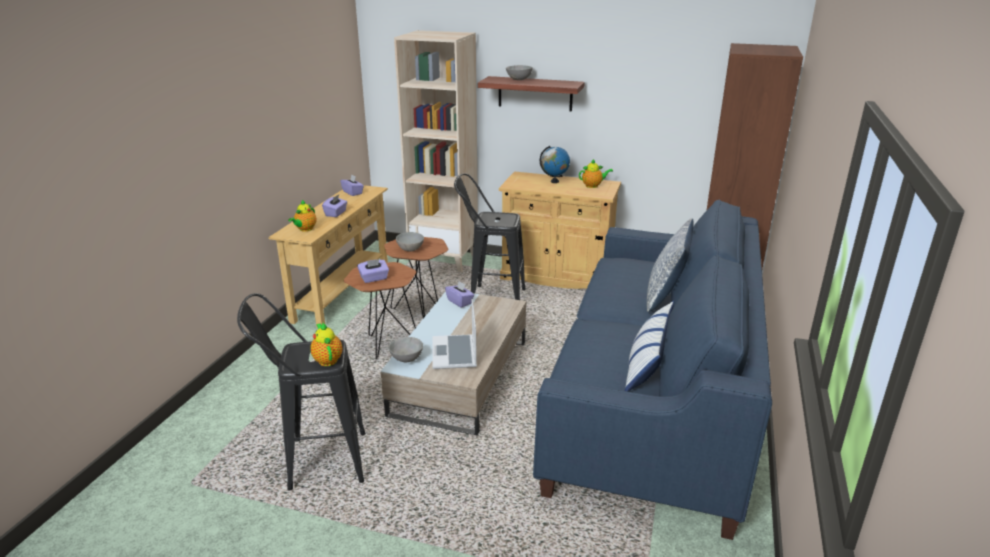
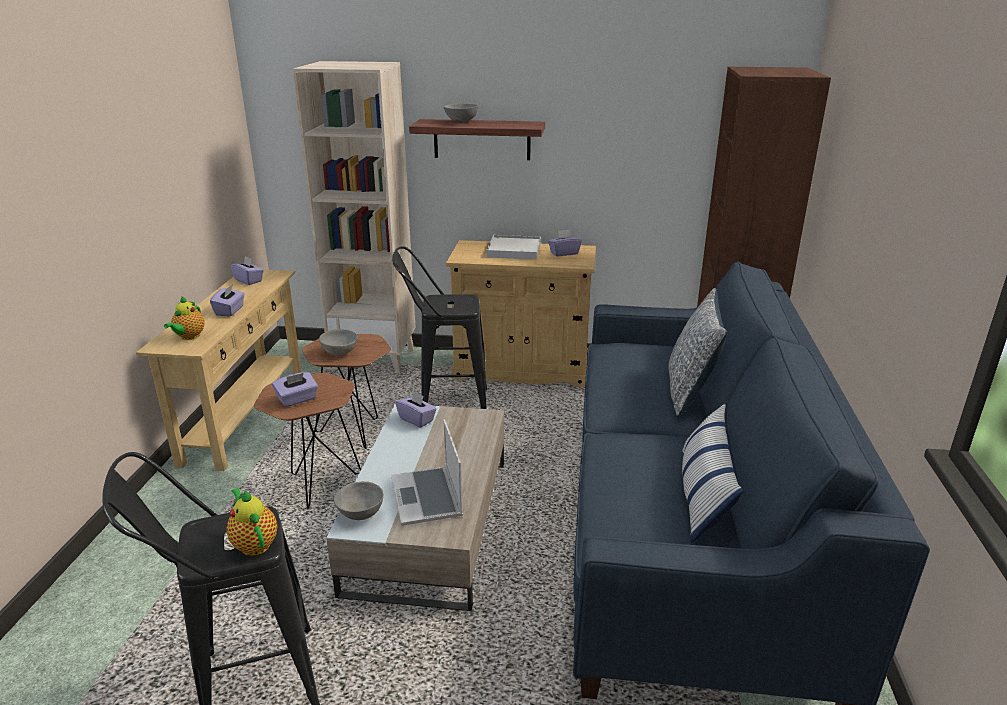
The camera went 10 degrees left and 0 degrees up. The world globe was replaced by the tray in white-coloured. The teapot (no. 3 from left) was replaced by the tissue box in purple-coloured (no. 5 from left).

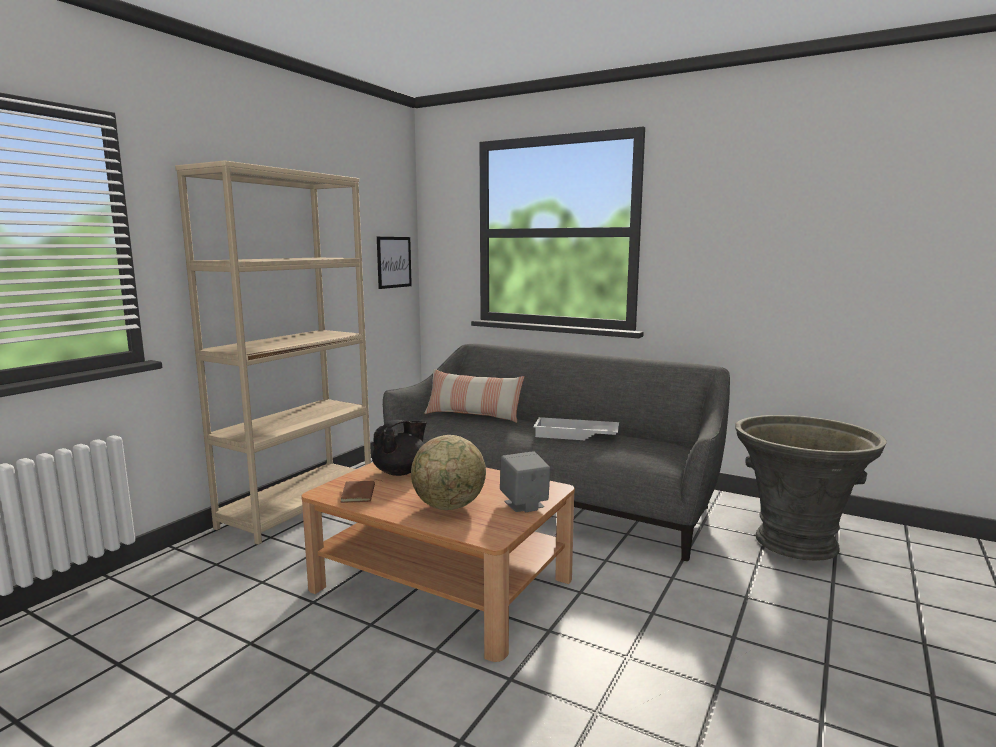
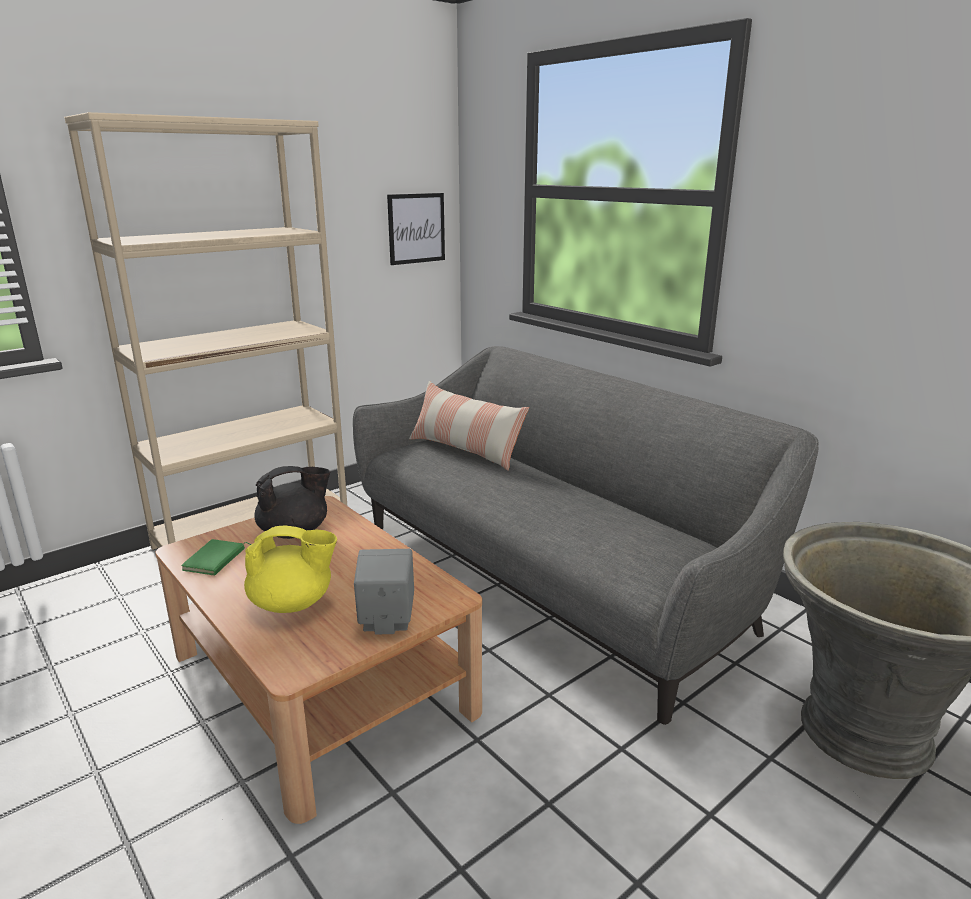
The camera went 20 degrees right and 10 degrees up. The tray in white-coloured disappeared. The world globe was replaced by the teapot in yellow. The book in brownish became the book in green-coloured.

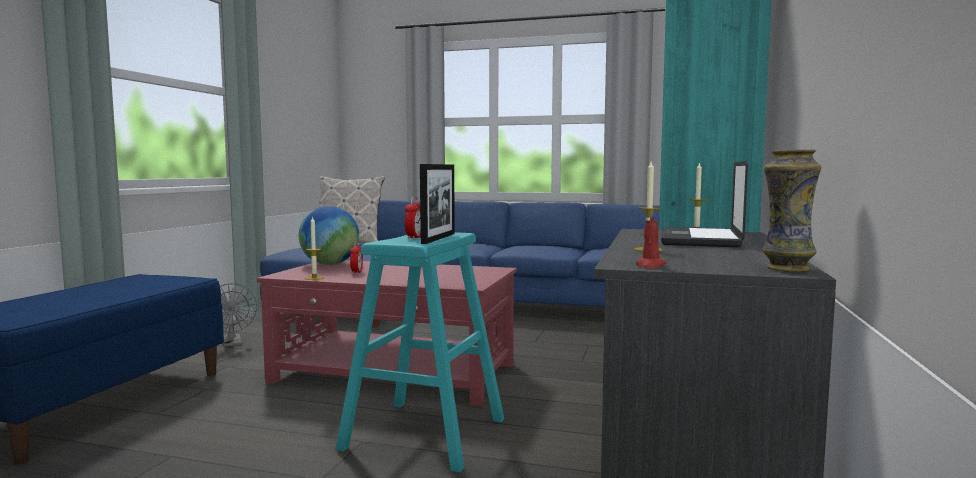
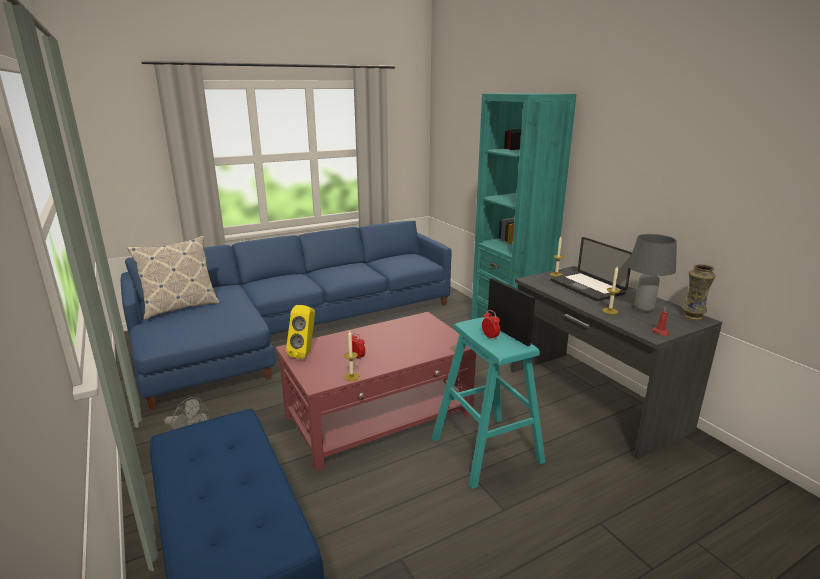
The camera went 45 degrees left and 15 degrees up. The table lamp in greyish appeared. The world globe was replaced by the speaker in yellow.

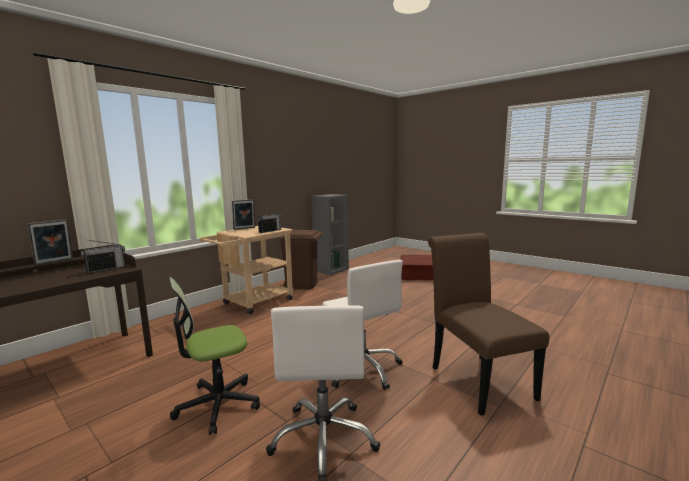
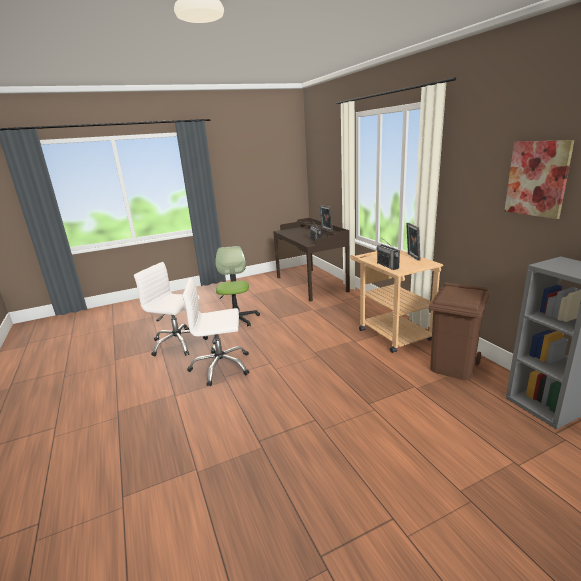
The camera went 115 degrees right and 10 degrees up. The storage bin in brownish disappeared. The upright chair in brownish disappeared. The picture appeared.

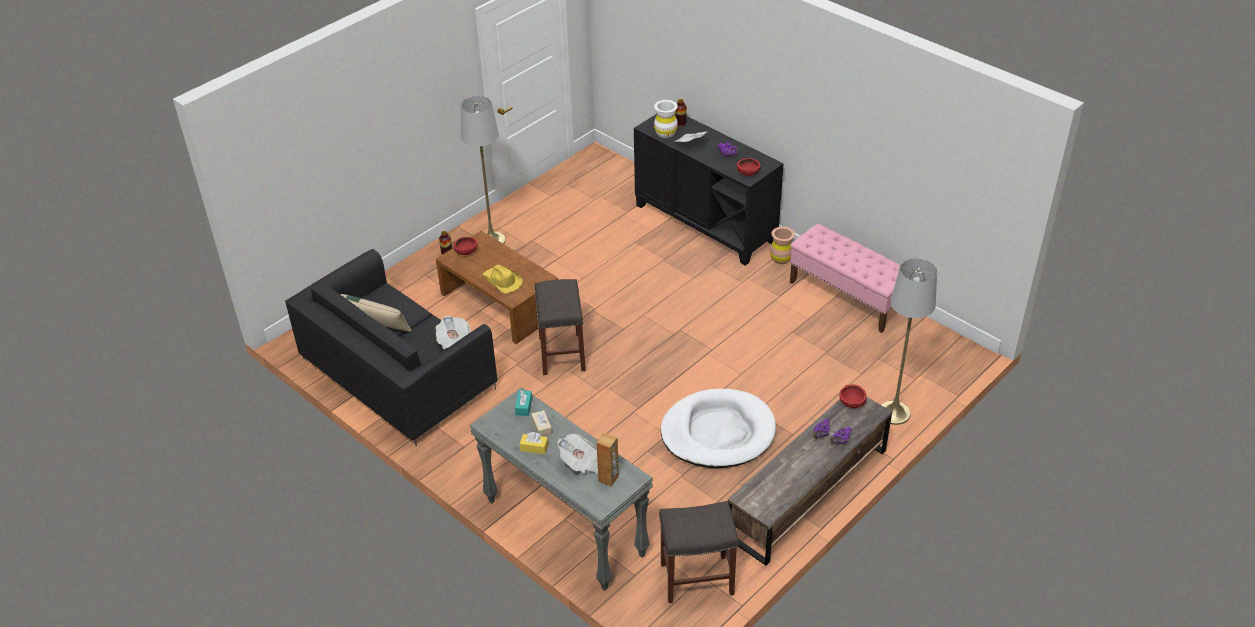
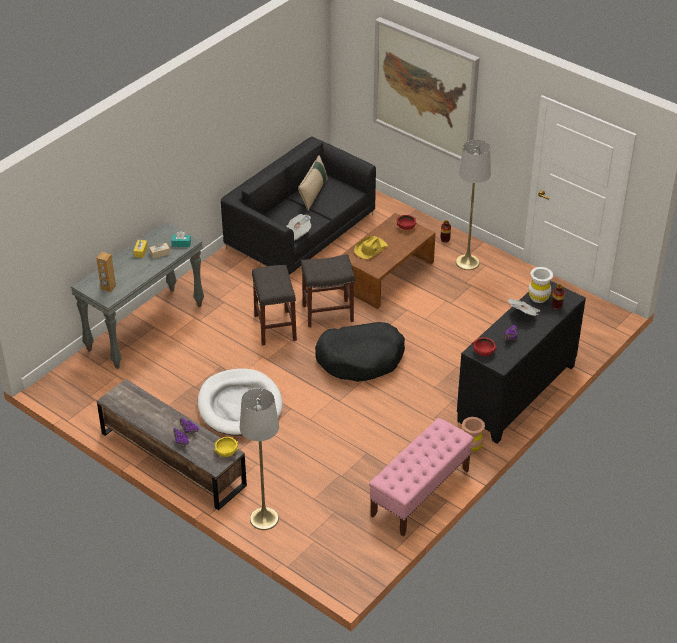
The camera went 85 degrees right and 0 degrees up. The printed paper (no. 2 from left) disappeared. The dog cushion in blackish appeared. The picture appeared. The stool in greyish (no. 2 from left in the first image) moved. The serving bowl in red (no. 3 from left) became the serving bowl in yellow.

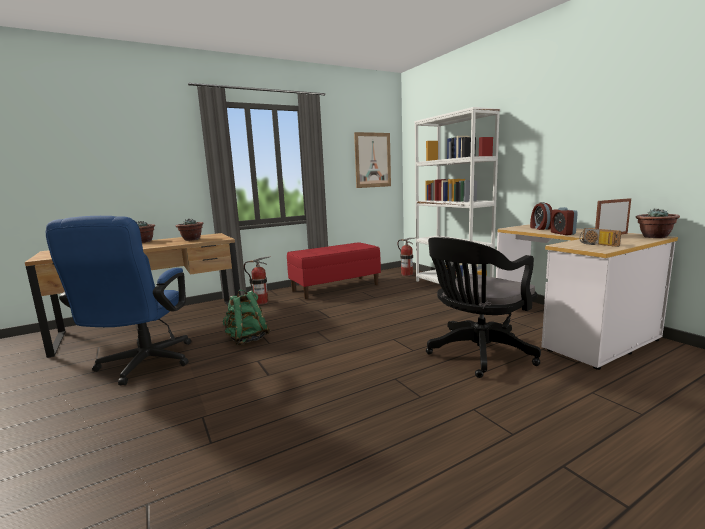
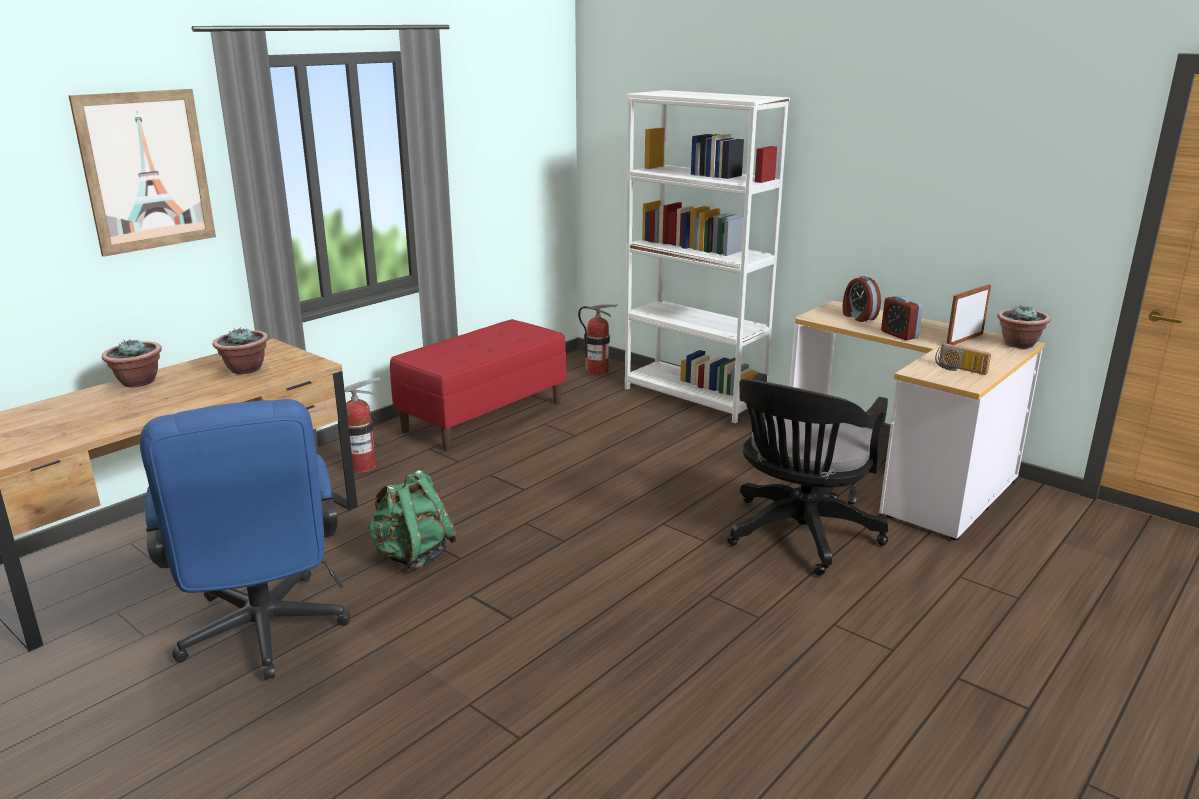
The camera went 20 degrees left and 10 degrees up. The picture moved.

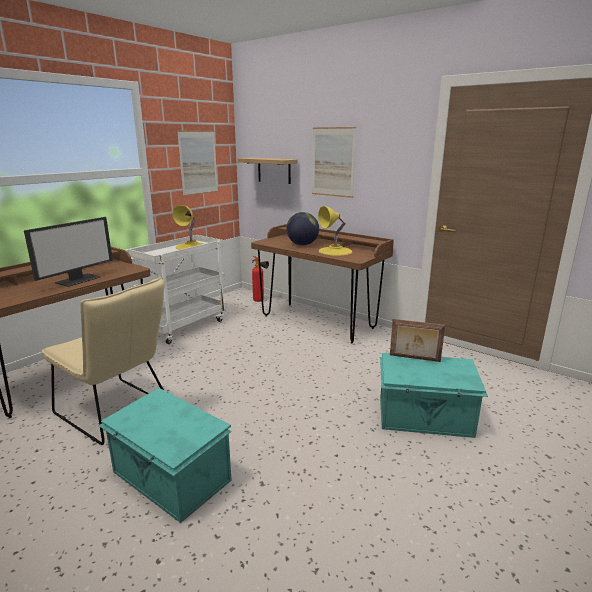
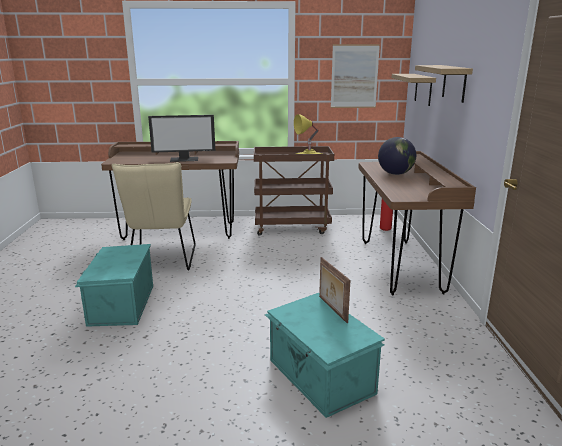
The camera went 50 degrees right and 0 degrees up. The table lamp in yellow (no. 2 from left) disappeared. The picture (no. 2 from left) was replaced by the wall shelf (no. 2 from left). The wheeled cart in white-coloured became the wheeled cart in brownish.

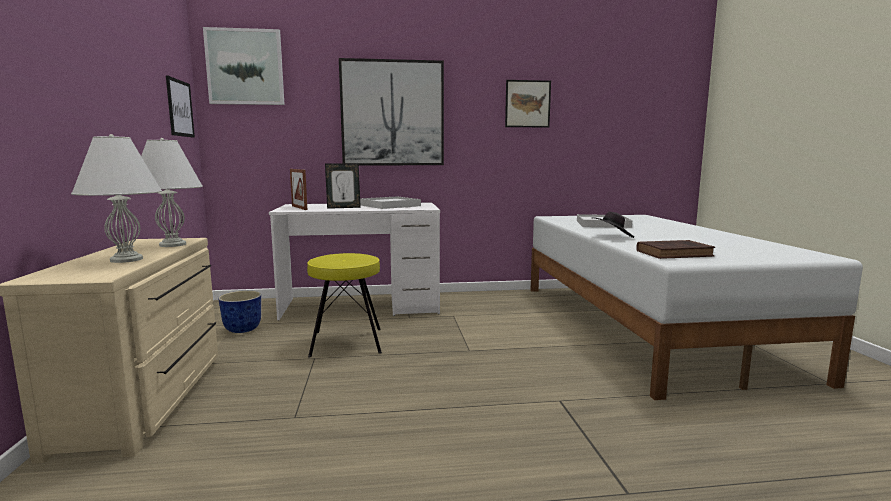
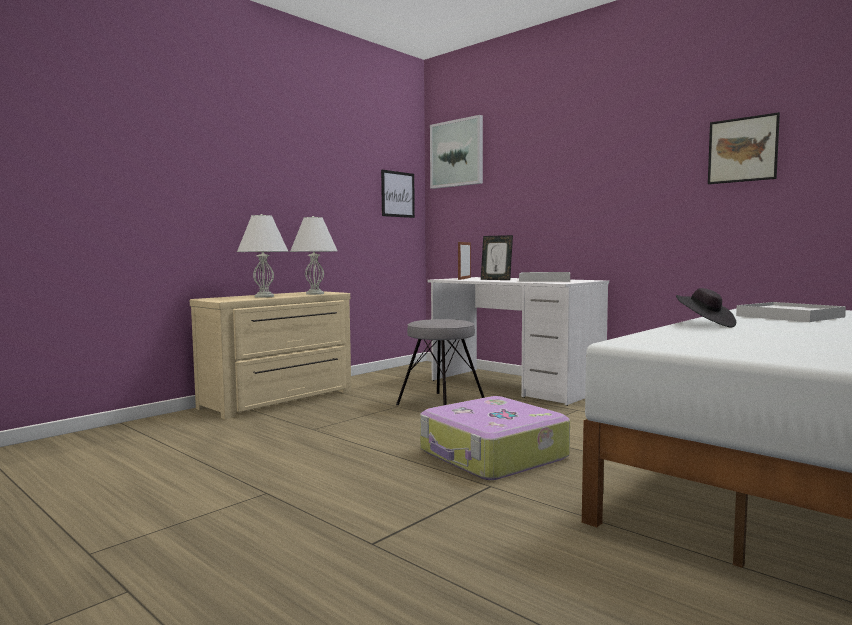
The camera went 50 degrees right and 5 degrees down. The plant pot disappeared. The picture (no. 3 from left) disappeared. The book in brownish disappeared. The travel case appeared. The stool in yellow became the stool in greyish.

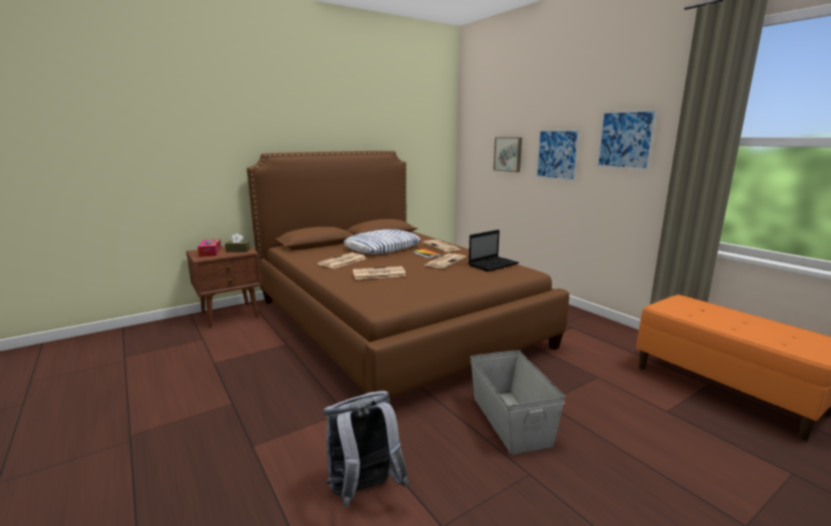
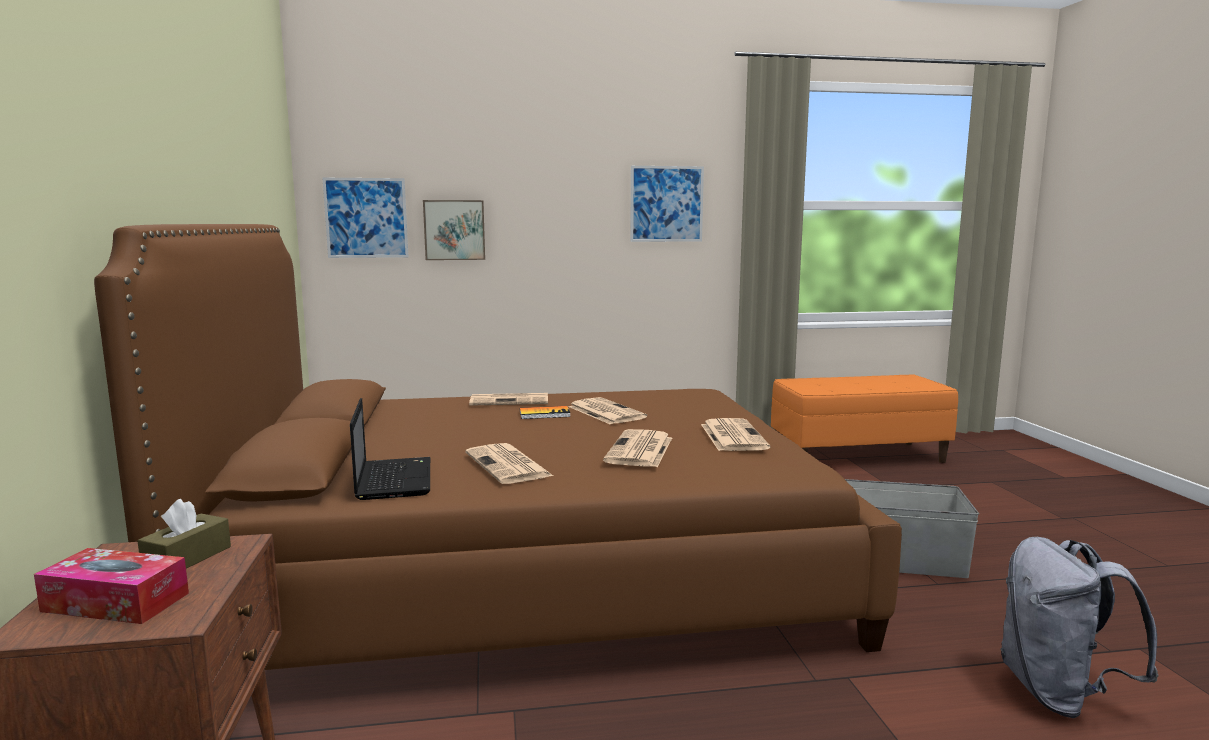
The camera went 65 degrees left and 5 degrees down. The cushion disappeared. The printed paper (no. 5 from left) appeared. The portable computer moved. The picture (no. 2 from left in the first image) moved.

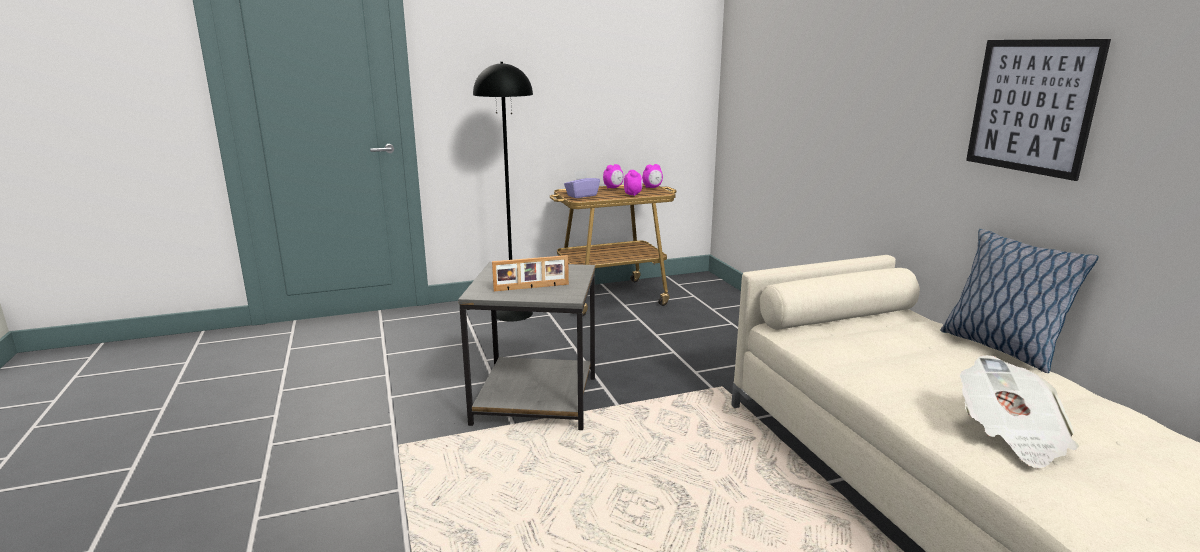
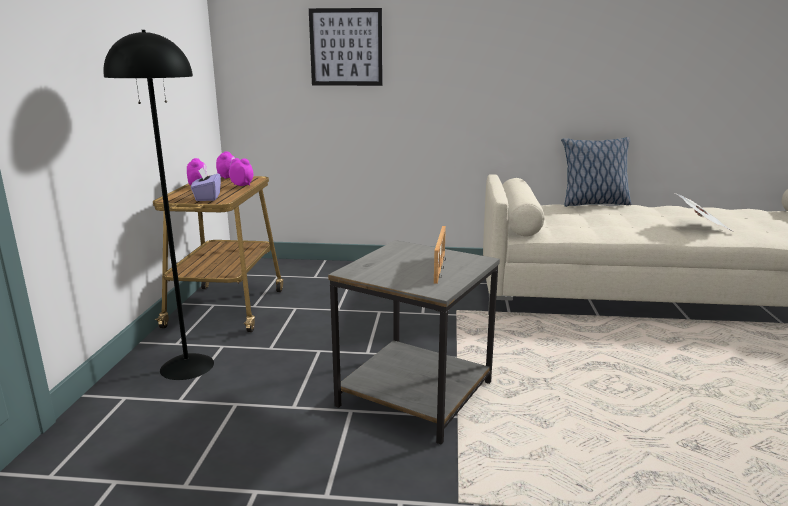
The camera went 65 degrees left and 0 degrees up. The picture moved.

